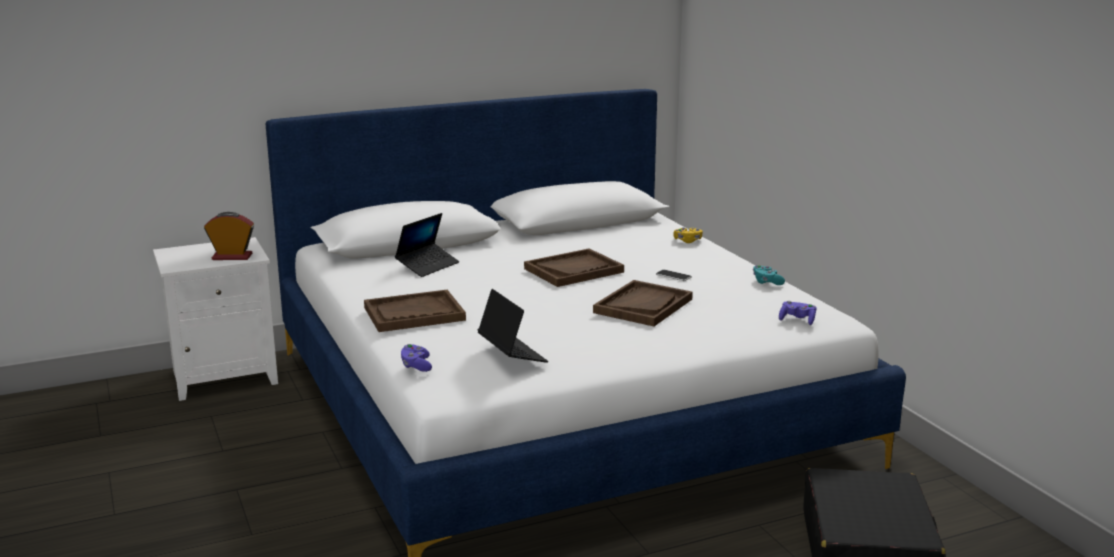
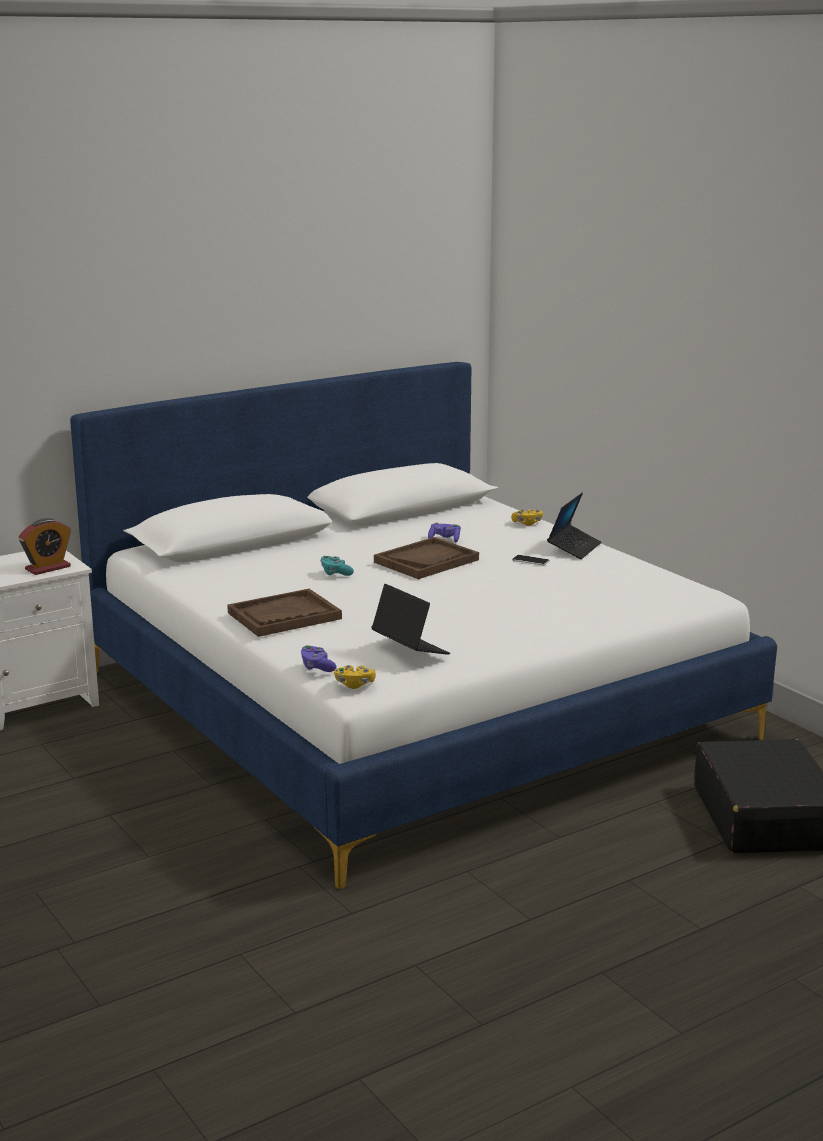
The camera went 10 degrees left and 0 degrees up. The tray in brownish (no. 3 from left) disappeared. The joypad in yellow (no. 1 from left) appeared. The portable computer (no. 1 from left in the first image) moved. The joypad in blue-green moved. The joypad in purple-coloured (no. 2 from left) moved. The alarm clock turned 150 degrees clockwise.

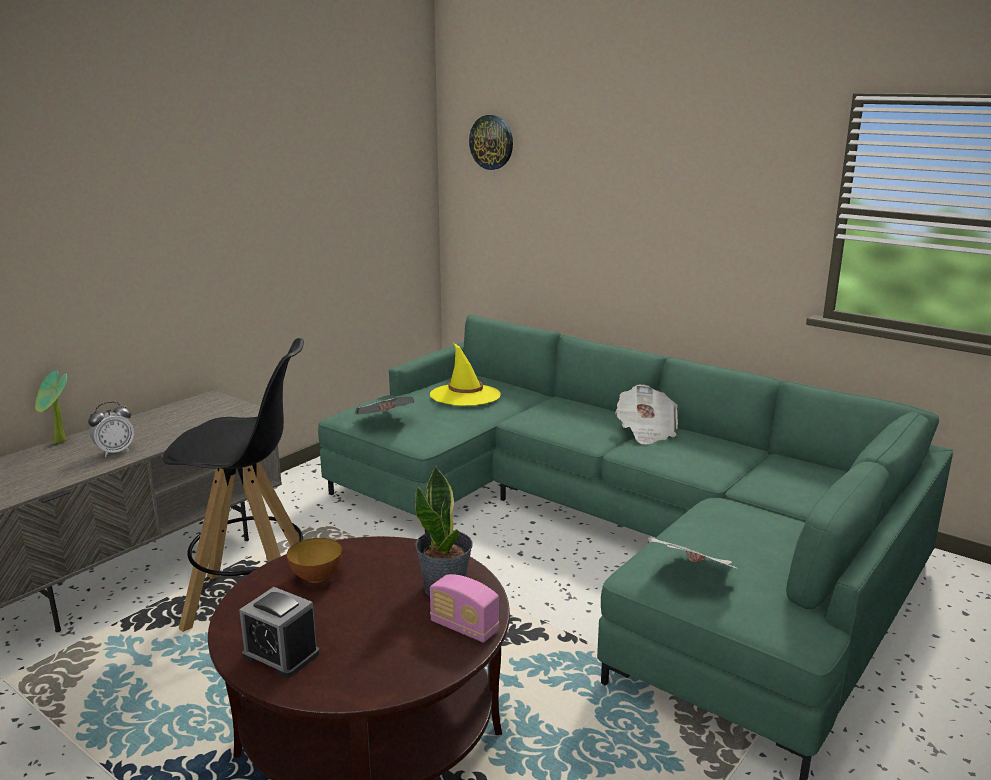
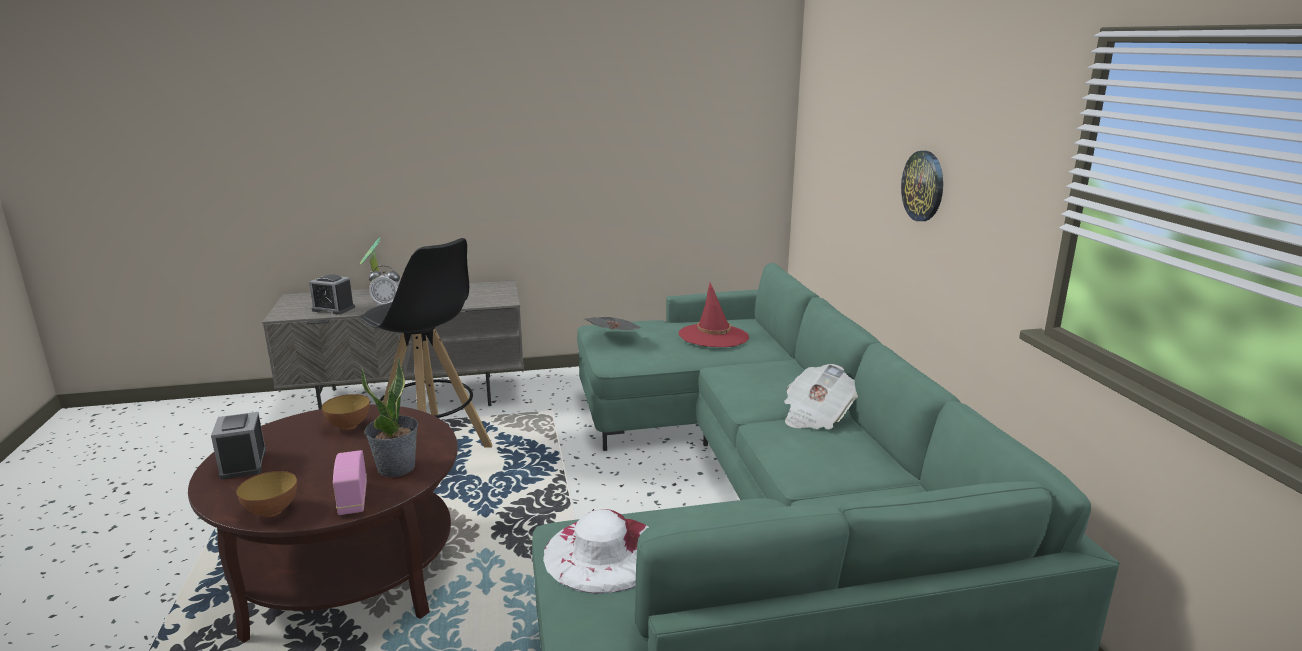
The camera went 40 degrees right and 0 degrees up. The serving bowl (no. 1 from left) appeared. The alarm clock (no. 2 from left) appeared. The clock on the wall moved. The printed paper (no. 3 from left) was replaced by the wearable hat in white-coloured. The wearable hat in yellow became the wearable hat in red.

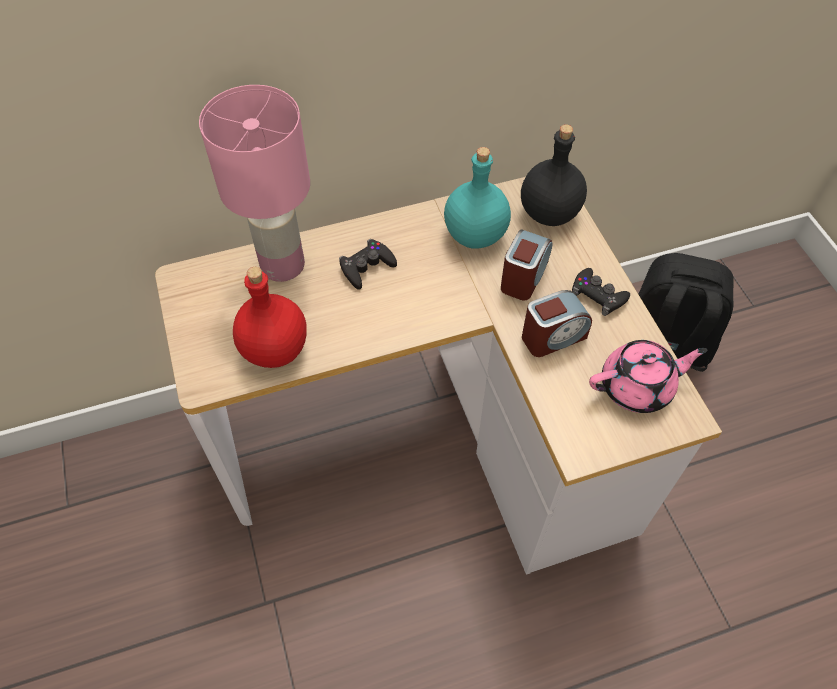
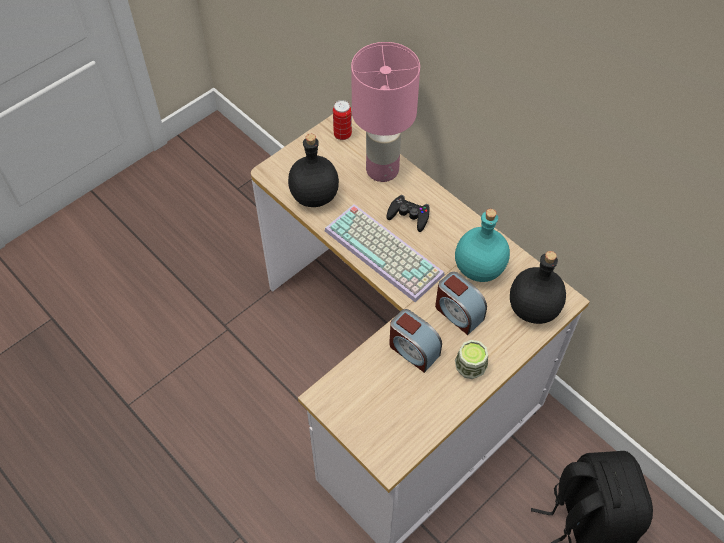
The camera went 65 degrees right and 0 degrees up. The teapot in pink disappeared. The computer keyboard appeared. The metal can appeared. The joypad in blackish (no. 2 from left) was replaced by the small cup. The beverage bottle in red became the beverage bottle in blackish (no. 1 from left). The alarm clock (no. 1 from left in the first image) turned 45 degrees clockwise.

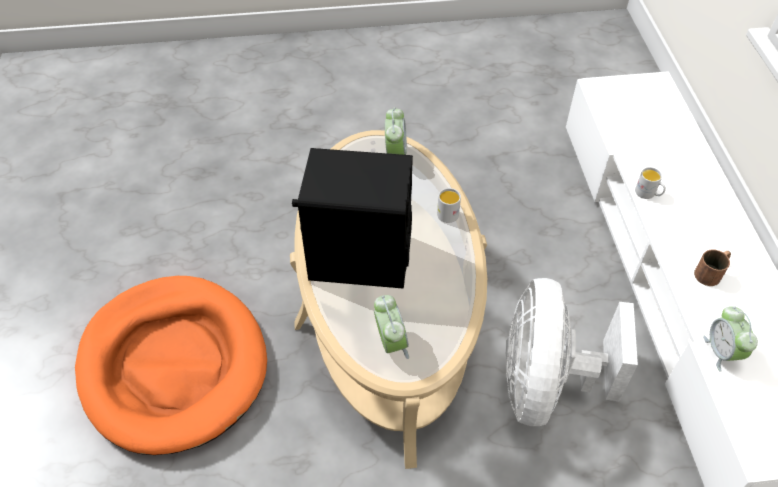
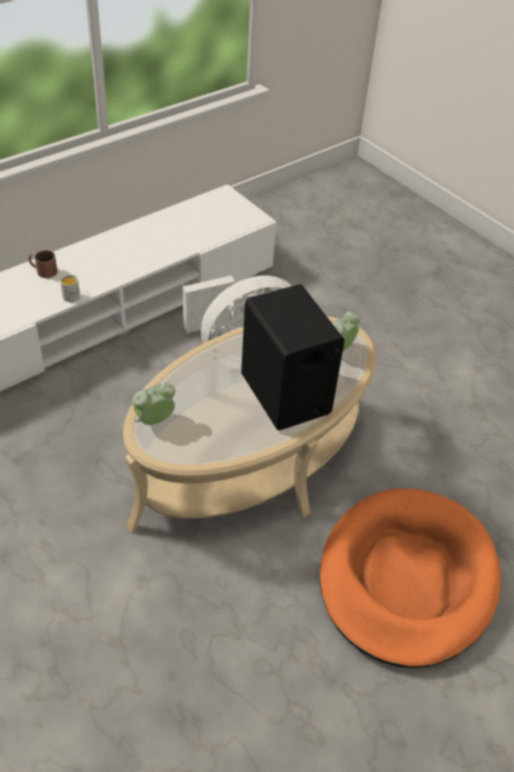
The camera went 125 degrees left and 5 degrees down. The mug in white-coloured (no. 1 from left) disappeared. The alarm clock (no. 3 from left) disappeared. The mug in brownish moved.

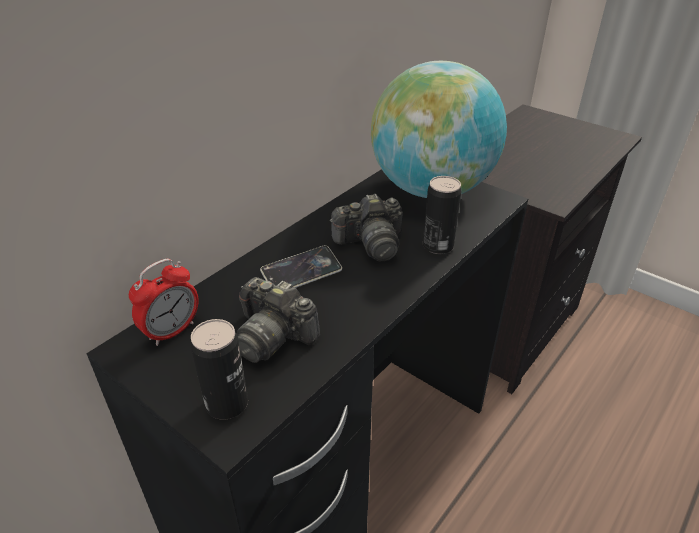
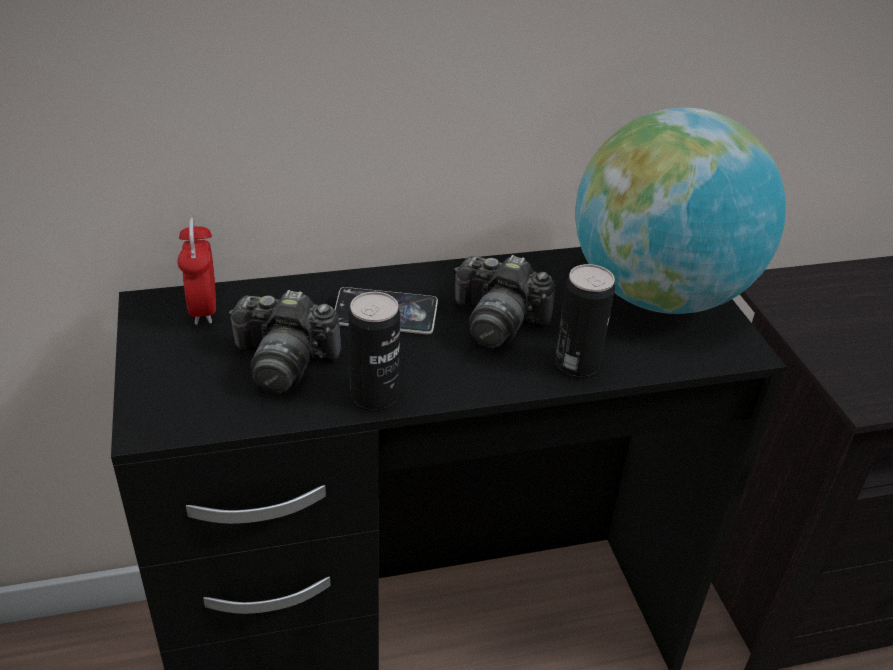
The camera went 35 degrees right and 0 degrees up. The metal can (no. 1 from left) moved. The alarm clock turned 90 degrees clockwise. The photo camera (no. 1 from left) turned 60 degrees counterclockwise.

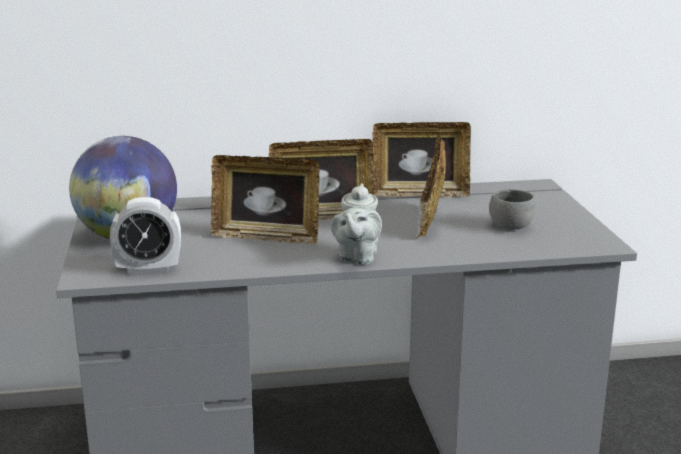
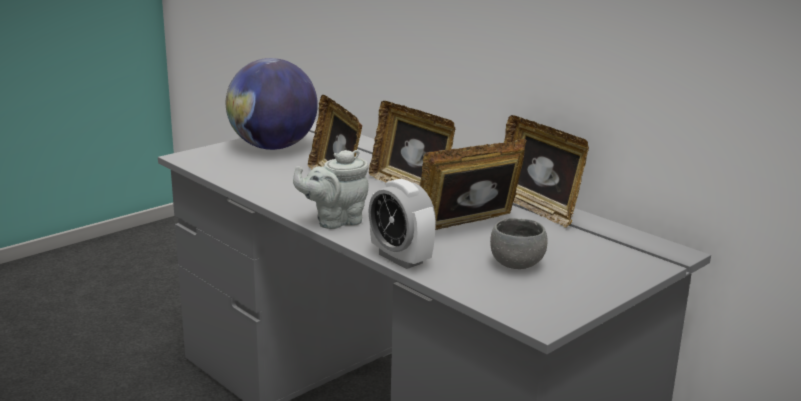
The camera went 55 degrees right and 0 degrees up. The alarm clock moved.

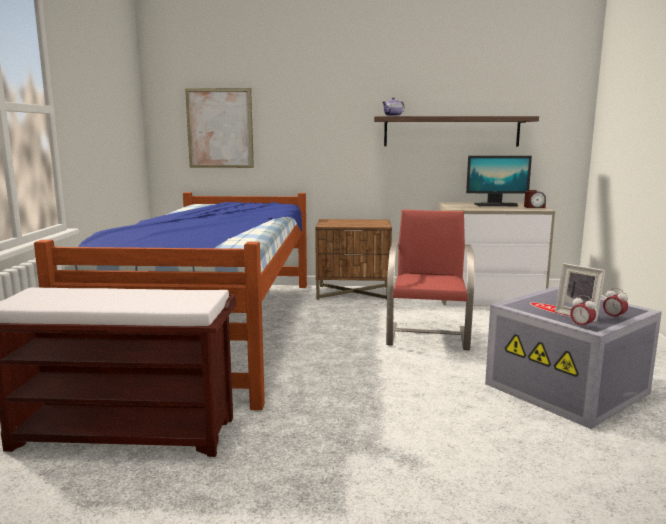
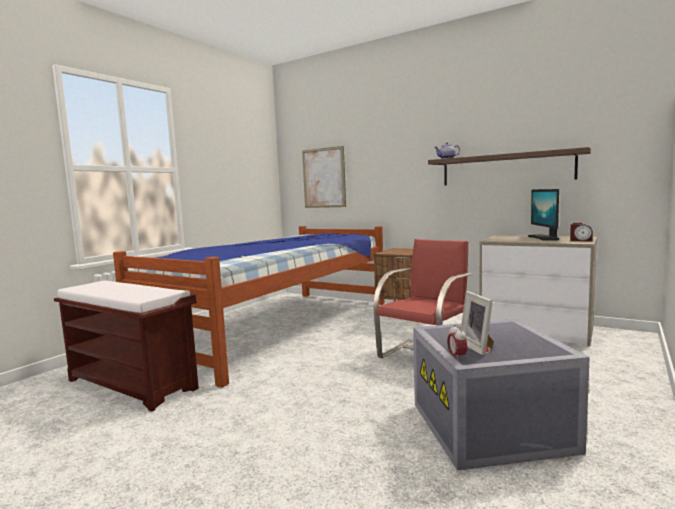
The camera went 30 degrees right and 5 degrees down. The alarm clock (no. 3 from left) disappeared. The monitor turned 60 degrees clockwise.

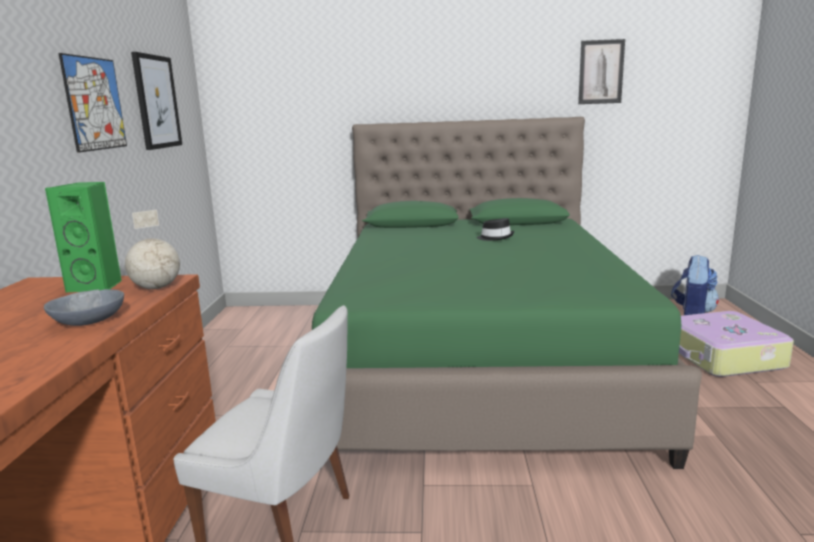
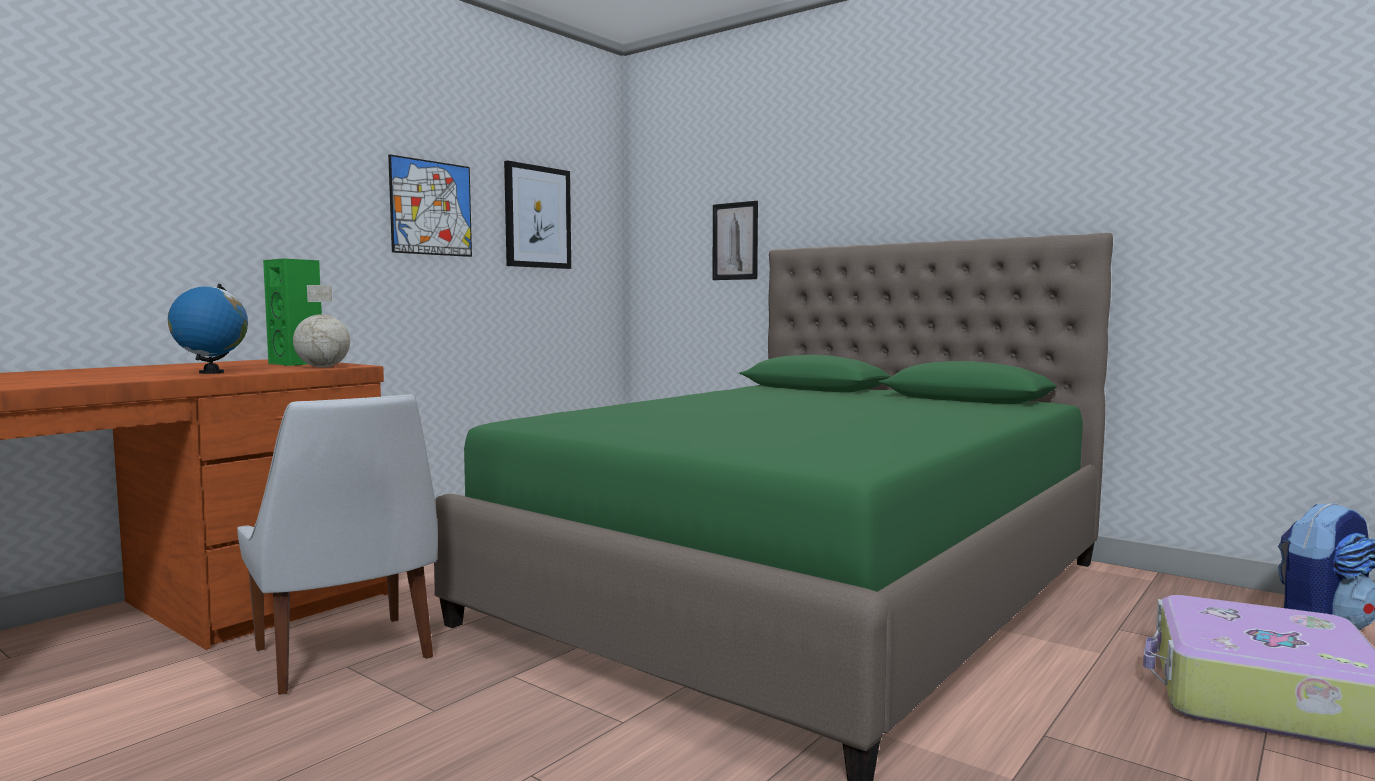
The camera went 35 degrees right and 10 degrees down. The wearable hat in blackish disappeared. The picture (no. 3 from left) moved. The serving bowl in greyish was replaced by the world globe (no. 1 from left).

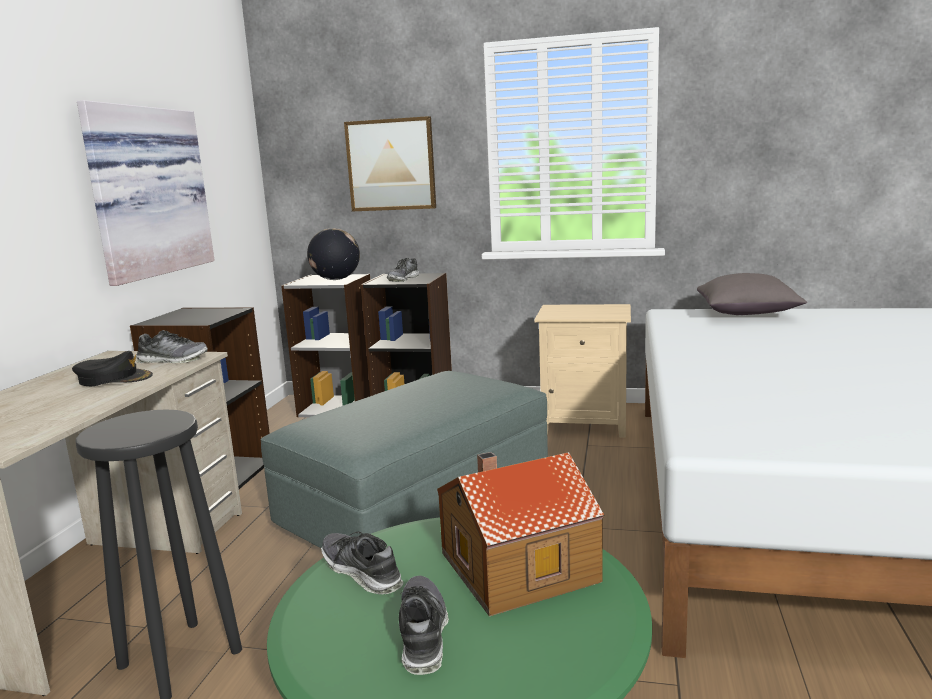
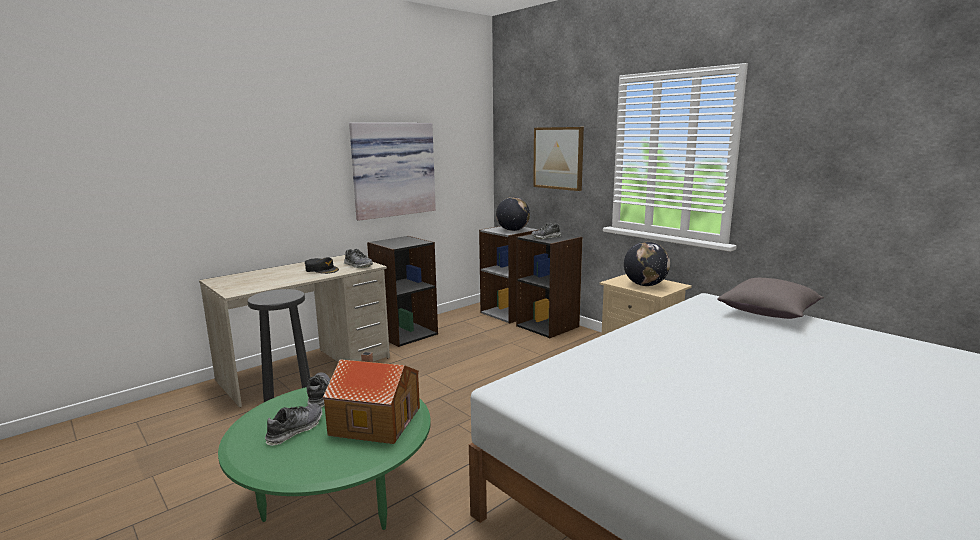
The camera went 35 degrees right and 0 degrees up. The ottoman in greyish disappeared. The world globe (no. 2 from left) appeared.

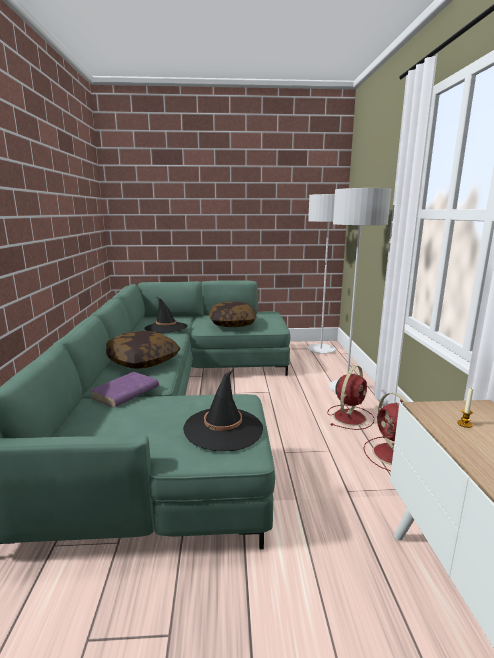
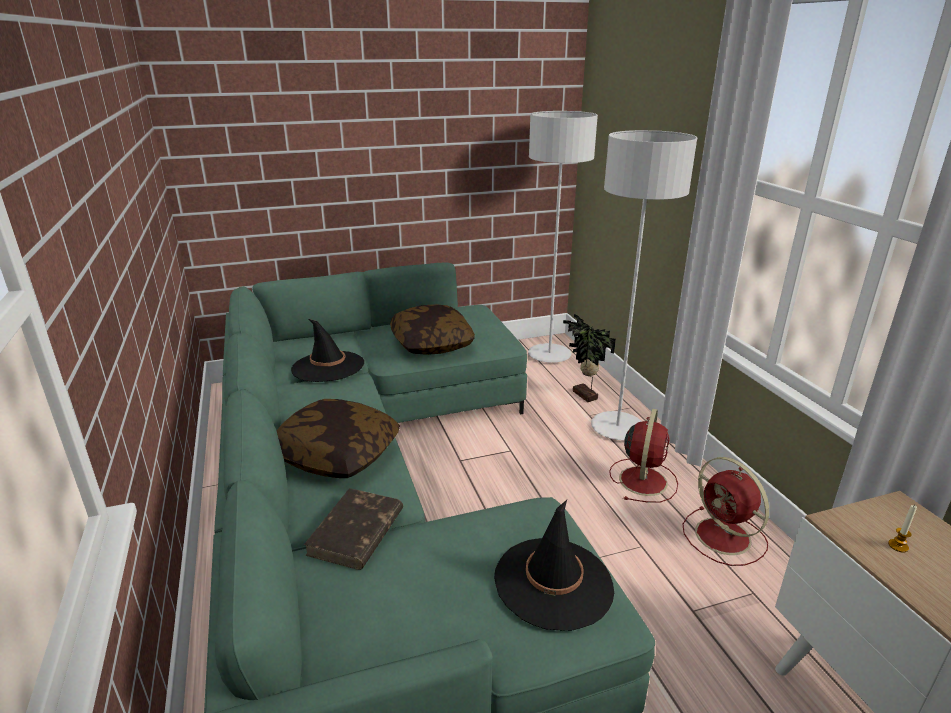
The camera went 15 degrees left and 10 degrees up. The plant in a pot appeared. The book in purple-coloured became the book in brownish.

